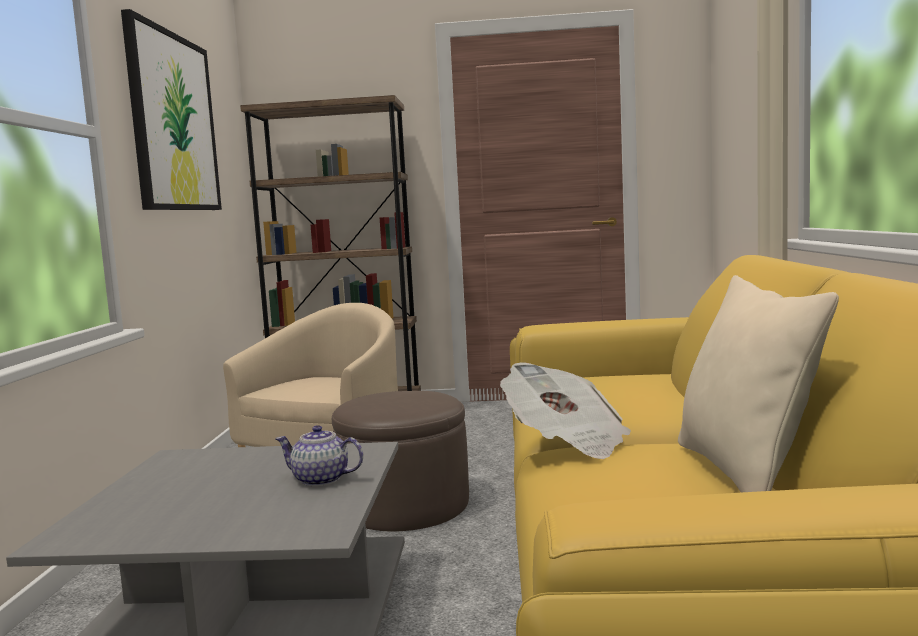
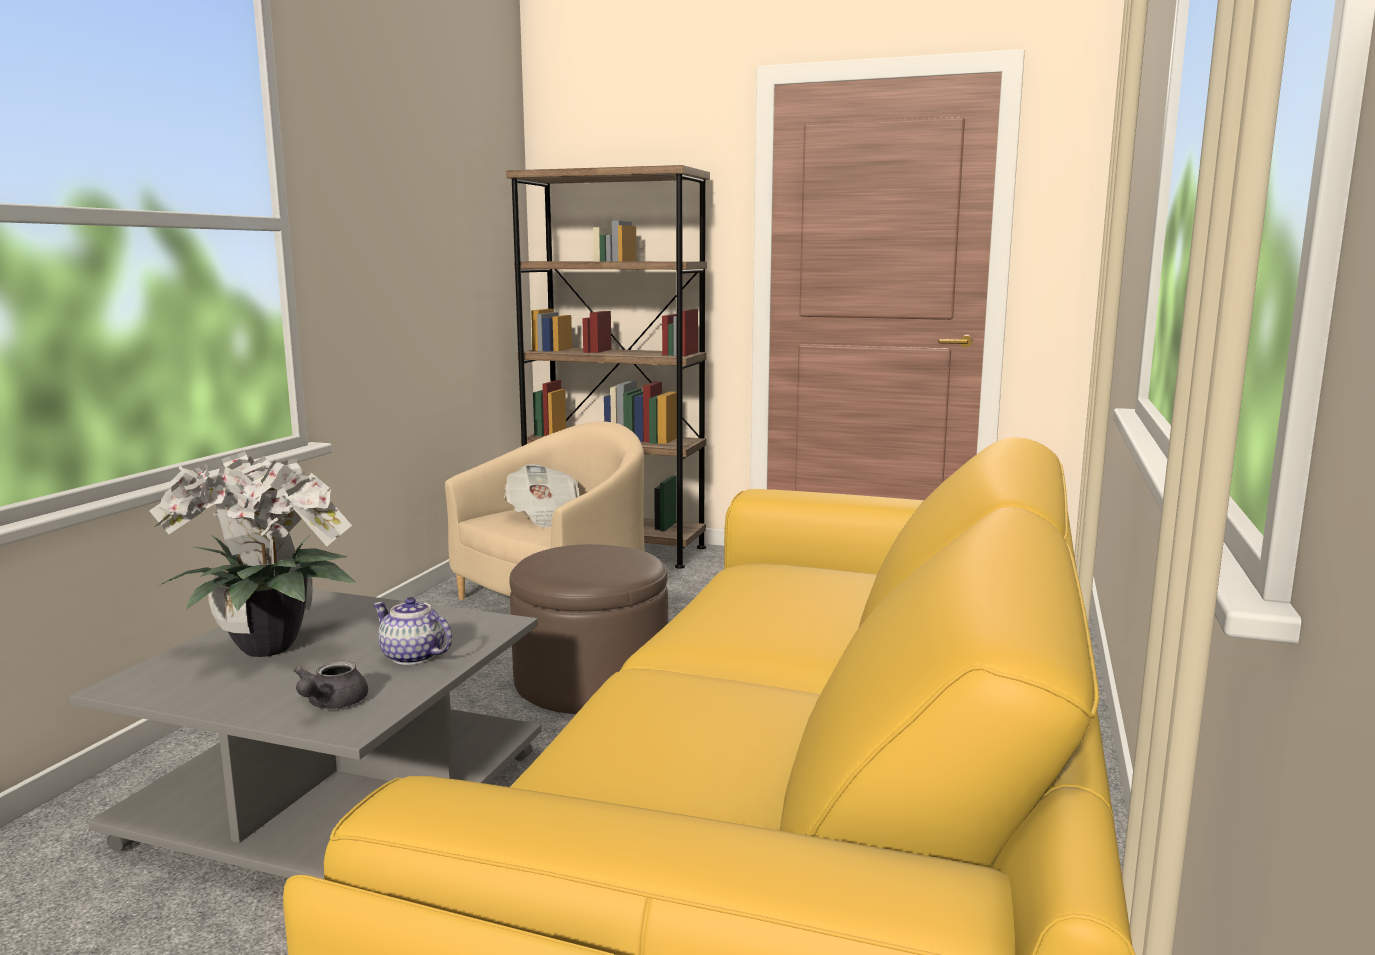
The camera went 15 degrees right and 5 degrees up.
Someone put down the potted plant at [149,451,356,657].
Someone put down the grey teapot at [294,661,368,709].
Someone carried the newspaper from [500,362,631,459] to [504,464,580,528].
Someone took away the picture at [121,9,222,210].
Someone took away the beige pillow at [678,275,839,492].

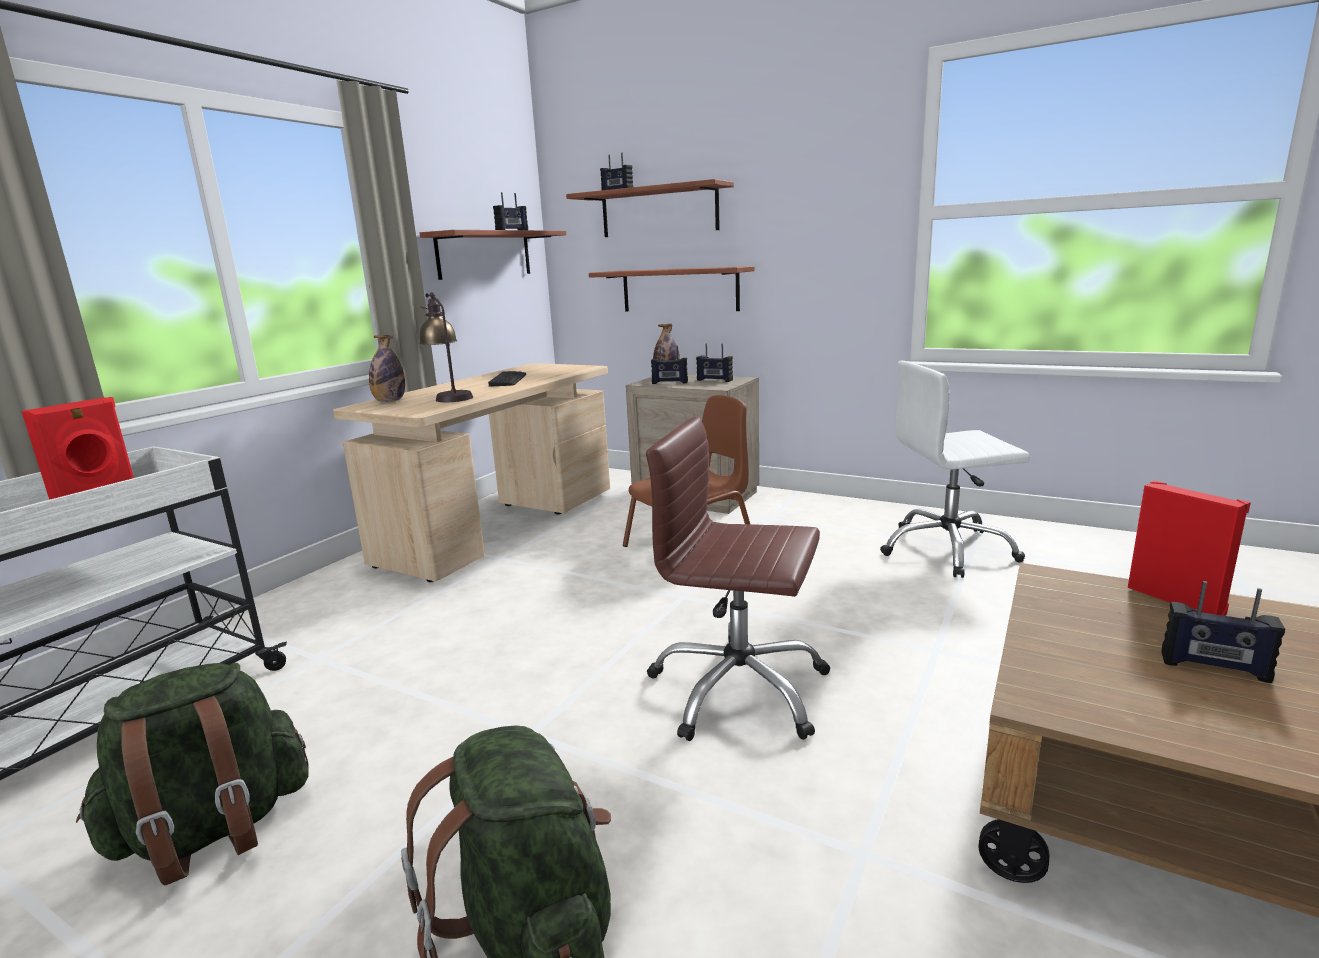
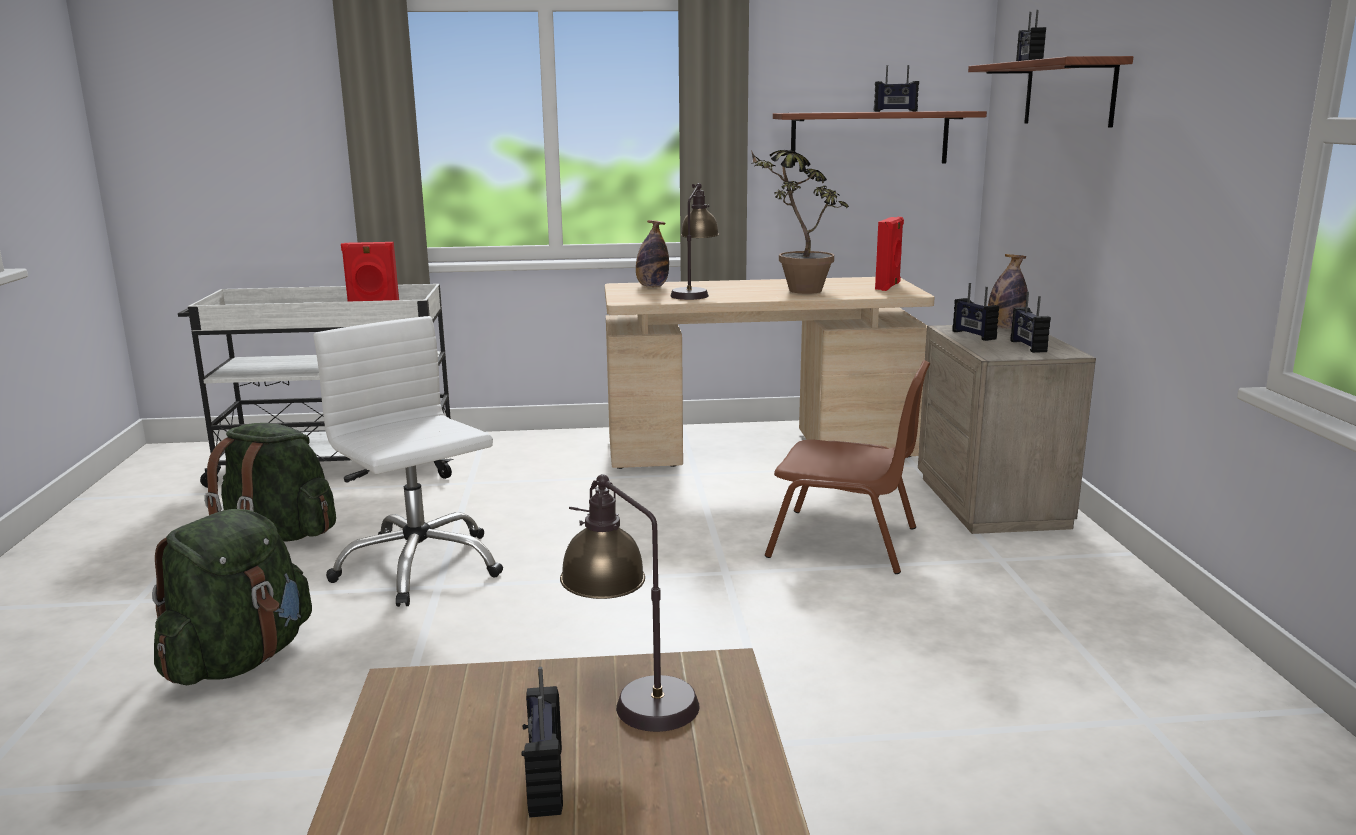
The camera went 55 degrees right and 0 degrees up.
Someone carried the white office chair from [880,361,1030,578] to [313,316,503,607].
Someone put down the table lamp at [560,474,699,732].
Someone swapped the keyboard at [488,371,526,387] for the potted plant at [751,150,849,294].
Someone carried the red speaker from [1128,481,1251,616] to [875,217,904,291].
Someone took away the shelf at [589,266,754,312].
Someone took away the brown office chair at [646,416,830,741].

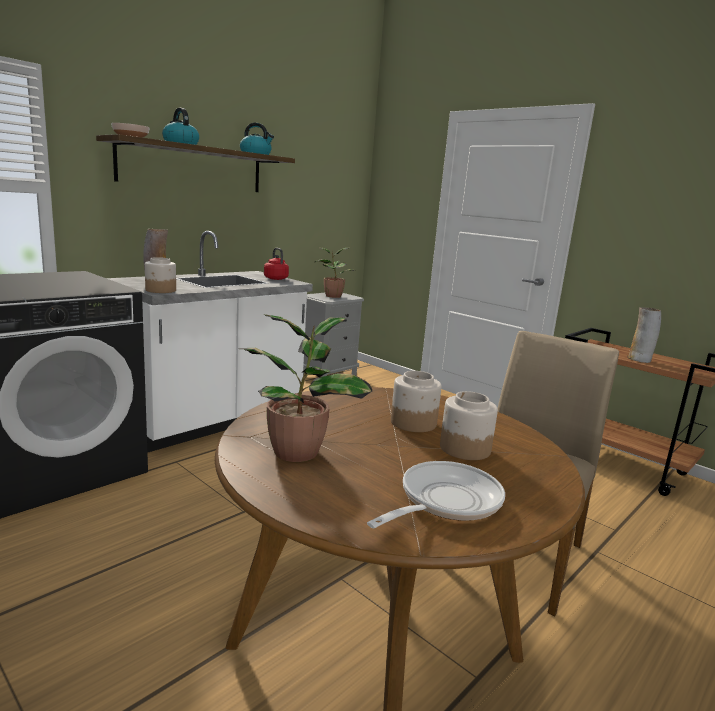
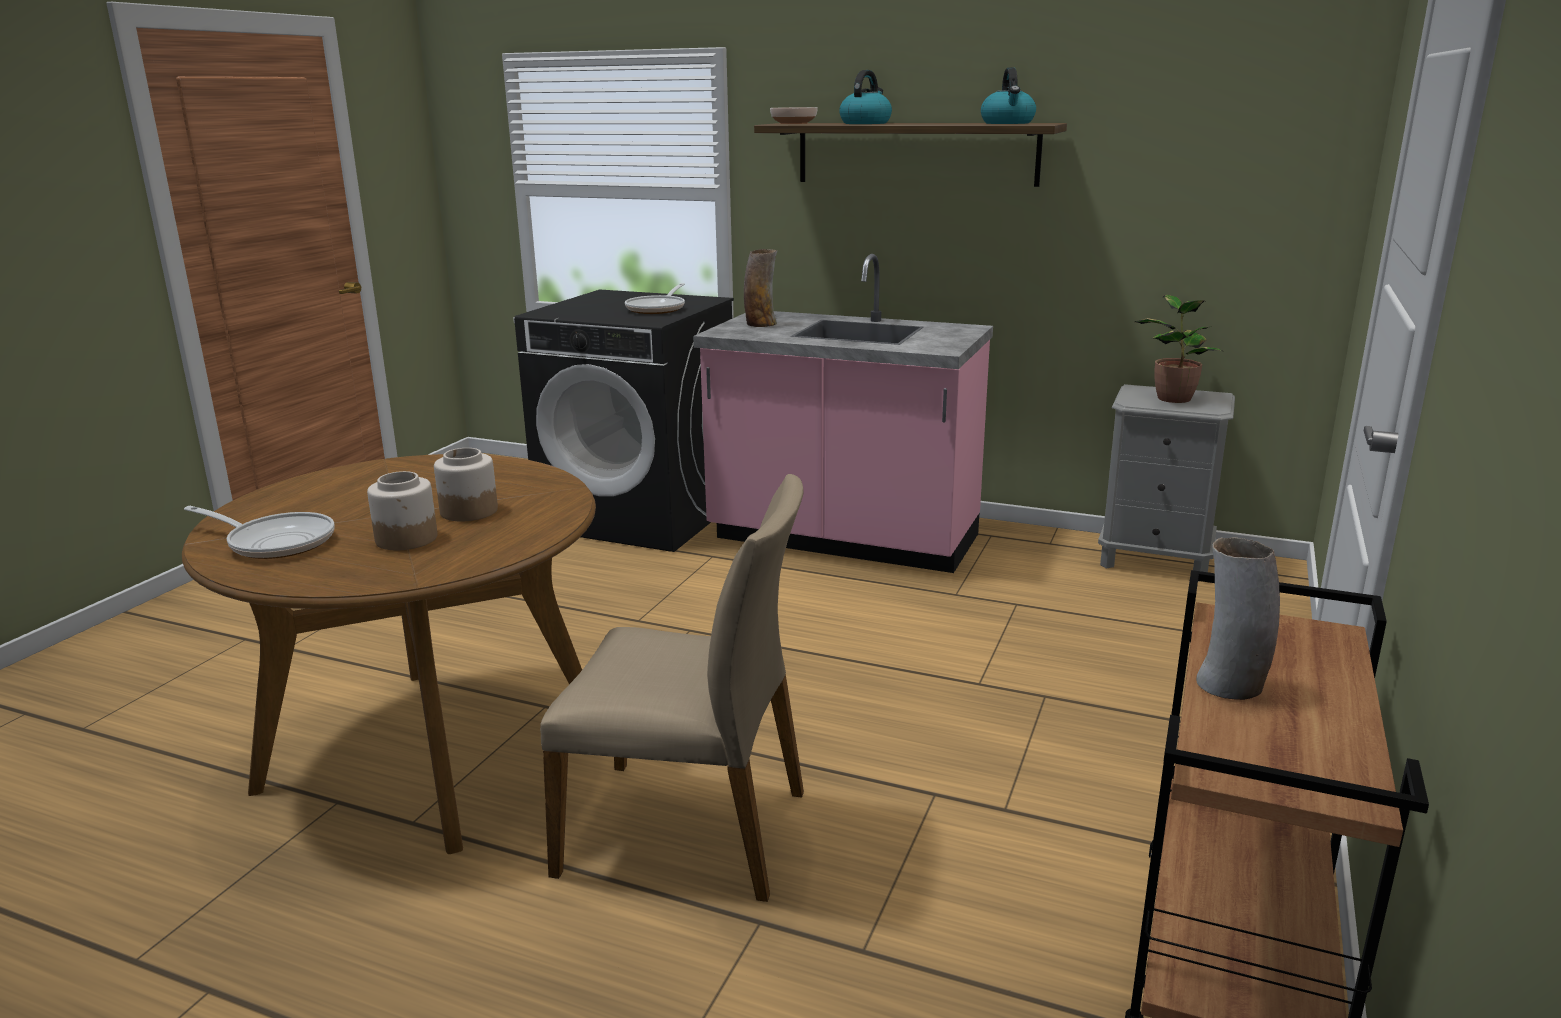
The camera went 70 degrees right and 5 degrees up.
Someone put down the frying pan at [625,283,685,314].
Someone repainted the white counter at [106,231,313,453], which became the pink counter at [693,254,993,573].
Someone took away the jar at [145,257,176,293].
Someone took away the potted plant at [239,314,372,462].
Someone took away the red kettle at [264,248,289,280].

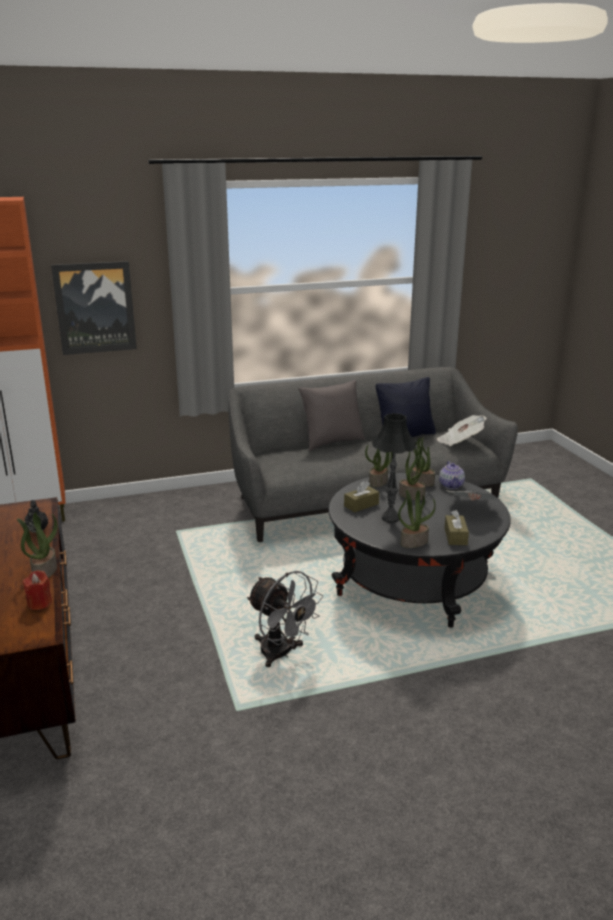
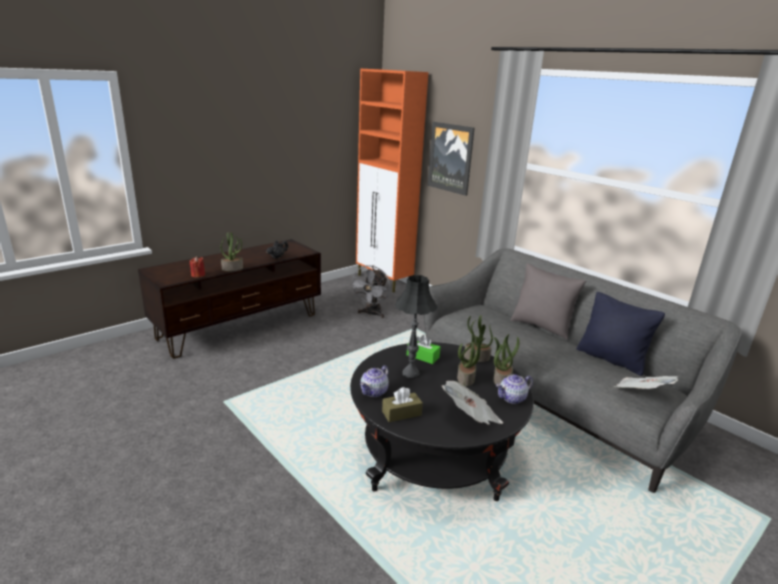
The camera went 65 degrees right and 0 degrees up.
Someone carried the grey fan from [247,571,323,667] to [349,265,391,318].
Someone swapped the potted plant at [398,490,436,548] for the teapot at [360,365,389,397].
Someone repainted the brown tissue box at [344,481,379,512], which became the green tissue box at [407,335,441,364].

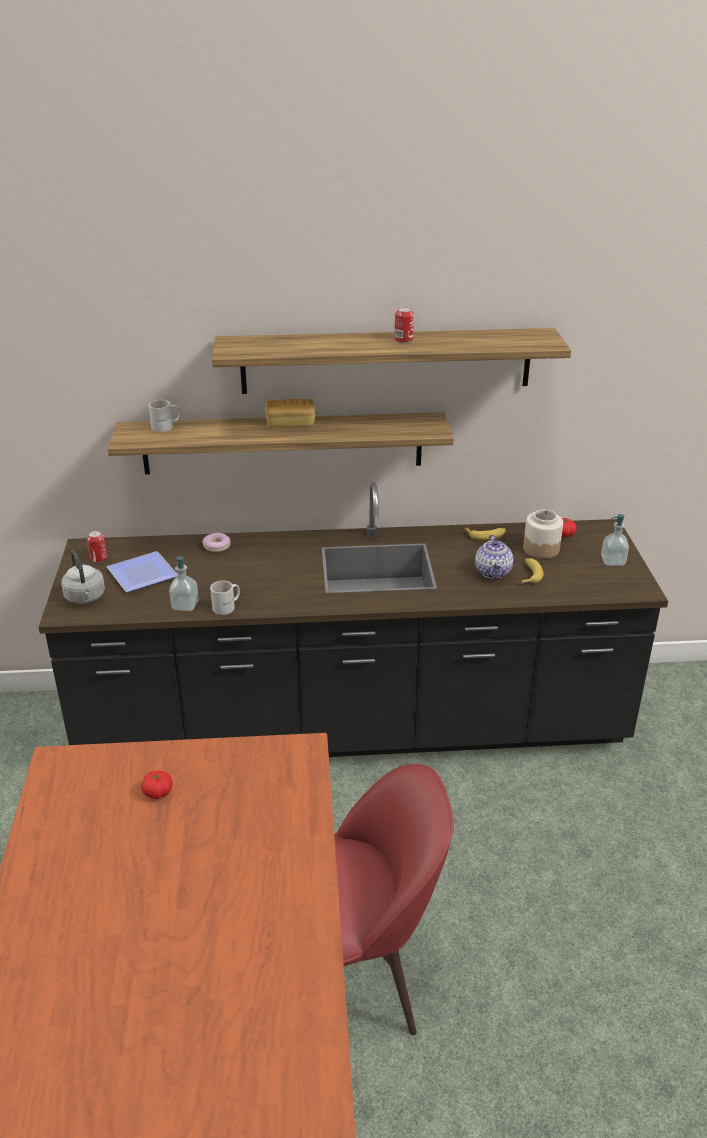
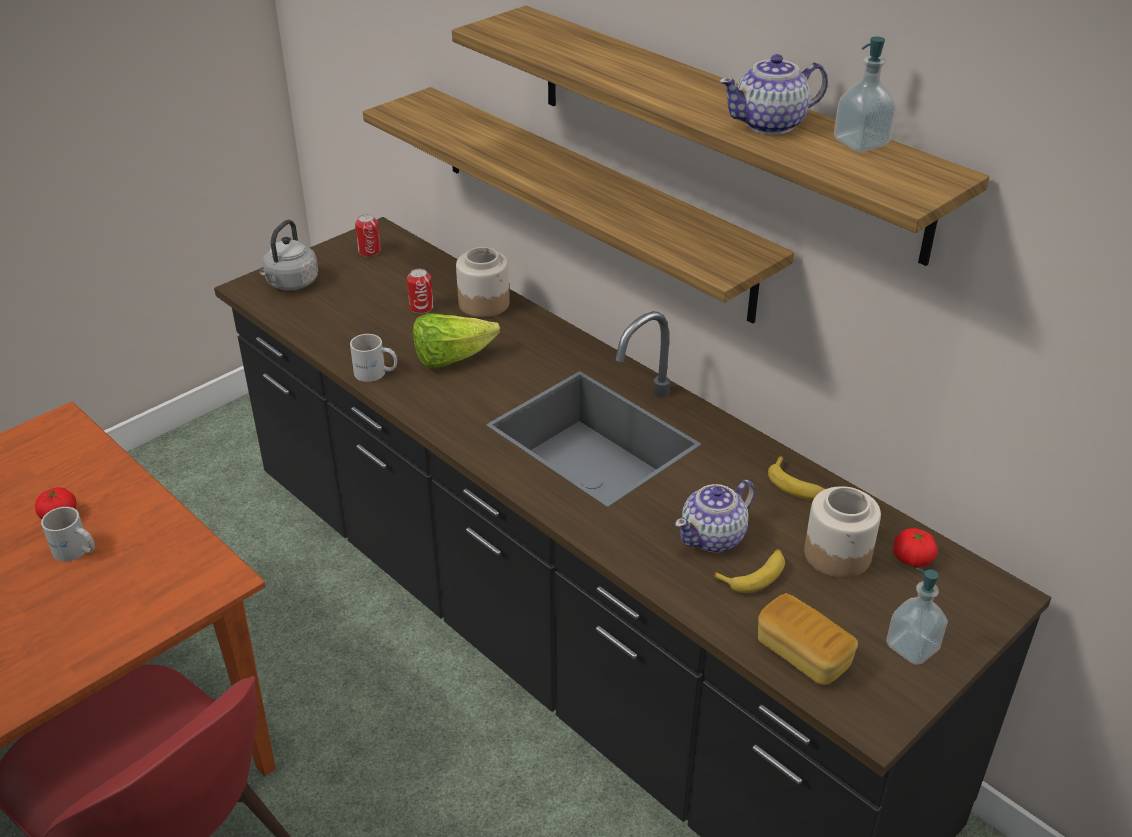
The camera went 50 degrees right and 5 degrees up.
Someone carried the white mug from [148,400,181,432] to [41,507,95,561].
Someone carried the can from [394,307,414,343] to [407,269,433,314].
Someone put down the lettuce at [413,313,500,368].
Someone swapped the donut at [202,533,230,552] for the jar at [456,247,510,317].
Someone put down the teapot at [719,54,828,135].
Someone carried the bread from [265,399,315,427] to [758,593,858,685].
Someone carried the soap dispenser from [169,556,199,611] to [834,37,896,152].
Someone took away the plate at [106,551,178,593].

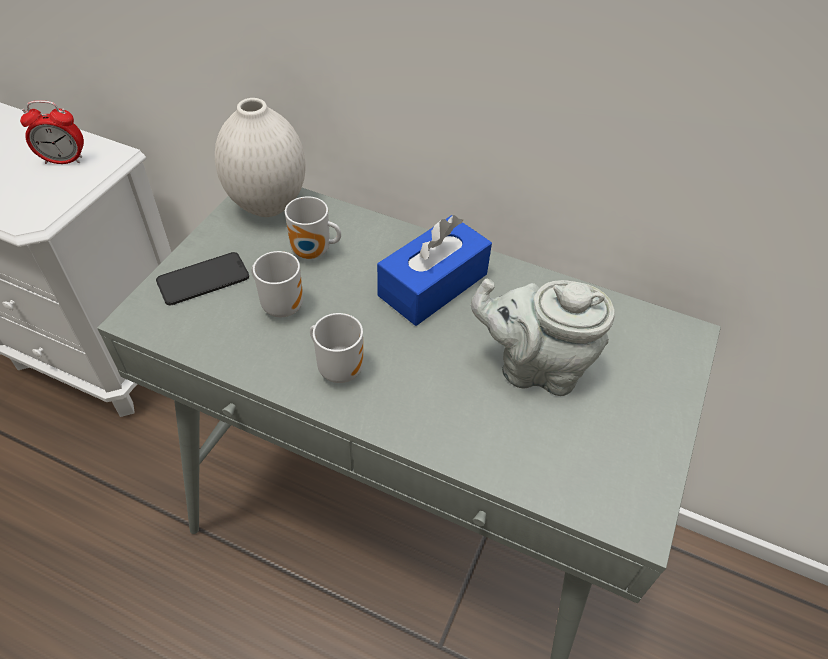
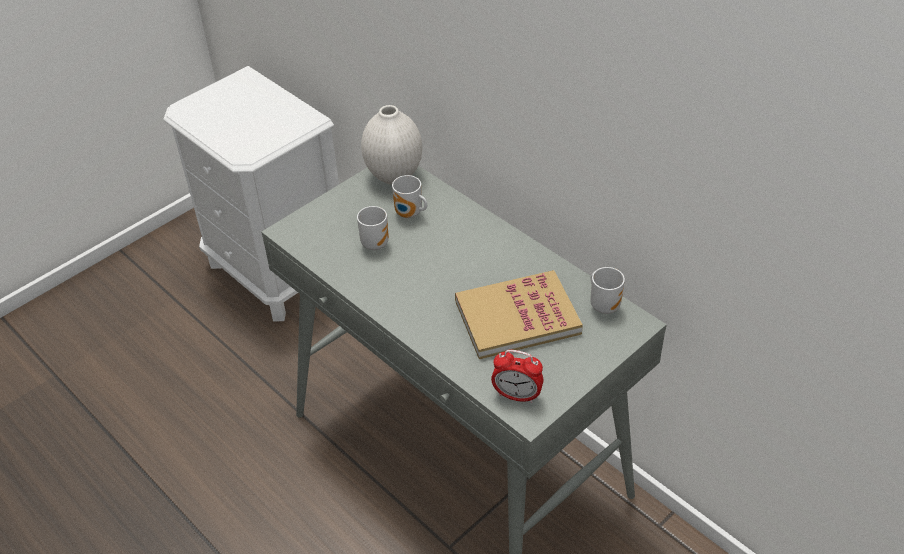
The camera went 25 degrees right and 5 degrees down.
Someone swapped the grey teapot at [471,279,615,396] for the book at [455,270,583,359].
Someone carried the alarm clock from [20,100,84,164] to [491,350,544,403].
Someone carried the mug from [310,313,363,383] to [590,267,625,314].
Someone took away the phone at [156,252,249,305].
Someone took away the blue tissue box at [377,215,492,326].

